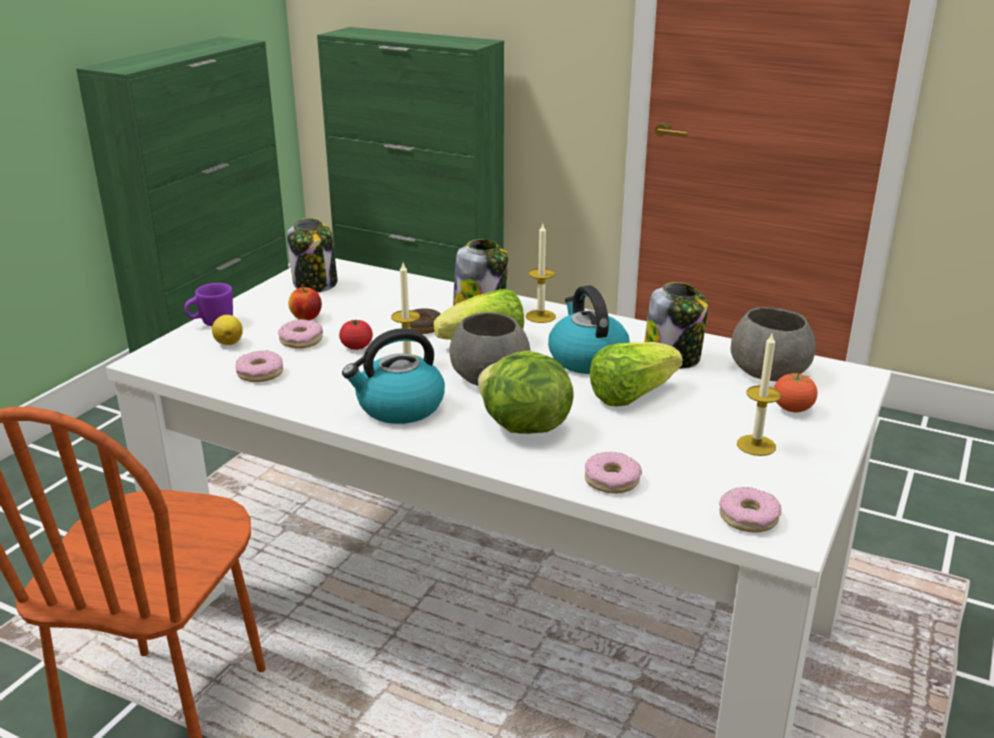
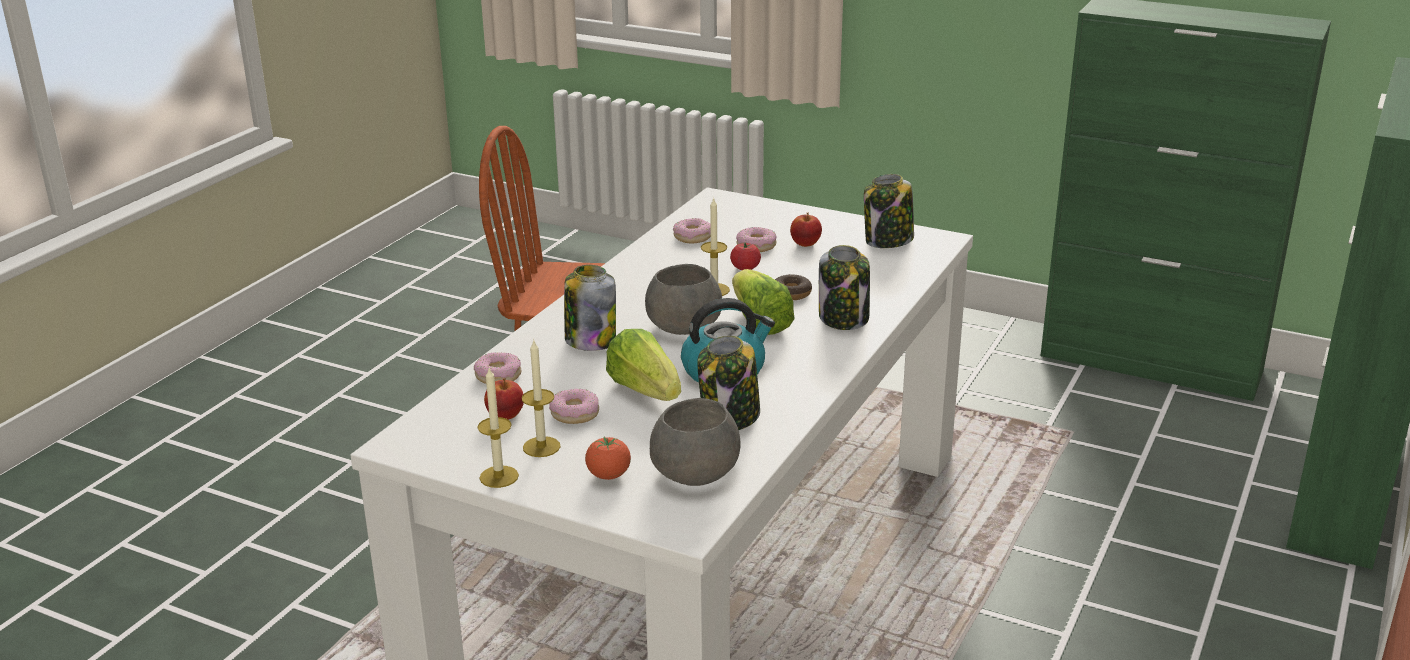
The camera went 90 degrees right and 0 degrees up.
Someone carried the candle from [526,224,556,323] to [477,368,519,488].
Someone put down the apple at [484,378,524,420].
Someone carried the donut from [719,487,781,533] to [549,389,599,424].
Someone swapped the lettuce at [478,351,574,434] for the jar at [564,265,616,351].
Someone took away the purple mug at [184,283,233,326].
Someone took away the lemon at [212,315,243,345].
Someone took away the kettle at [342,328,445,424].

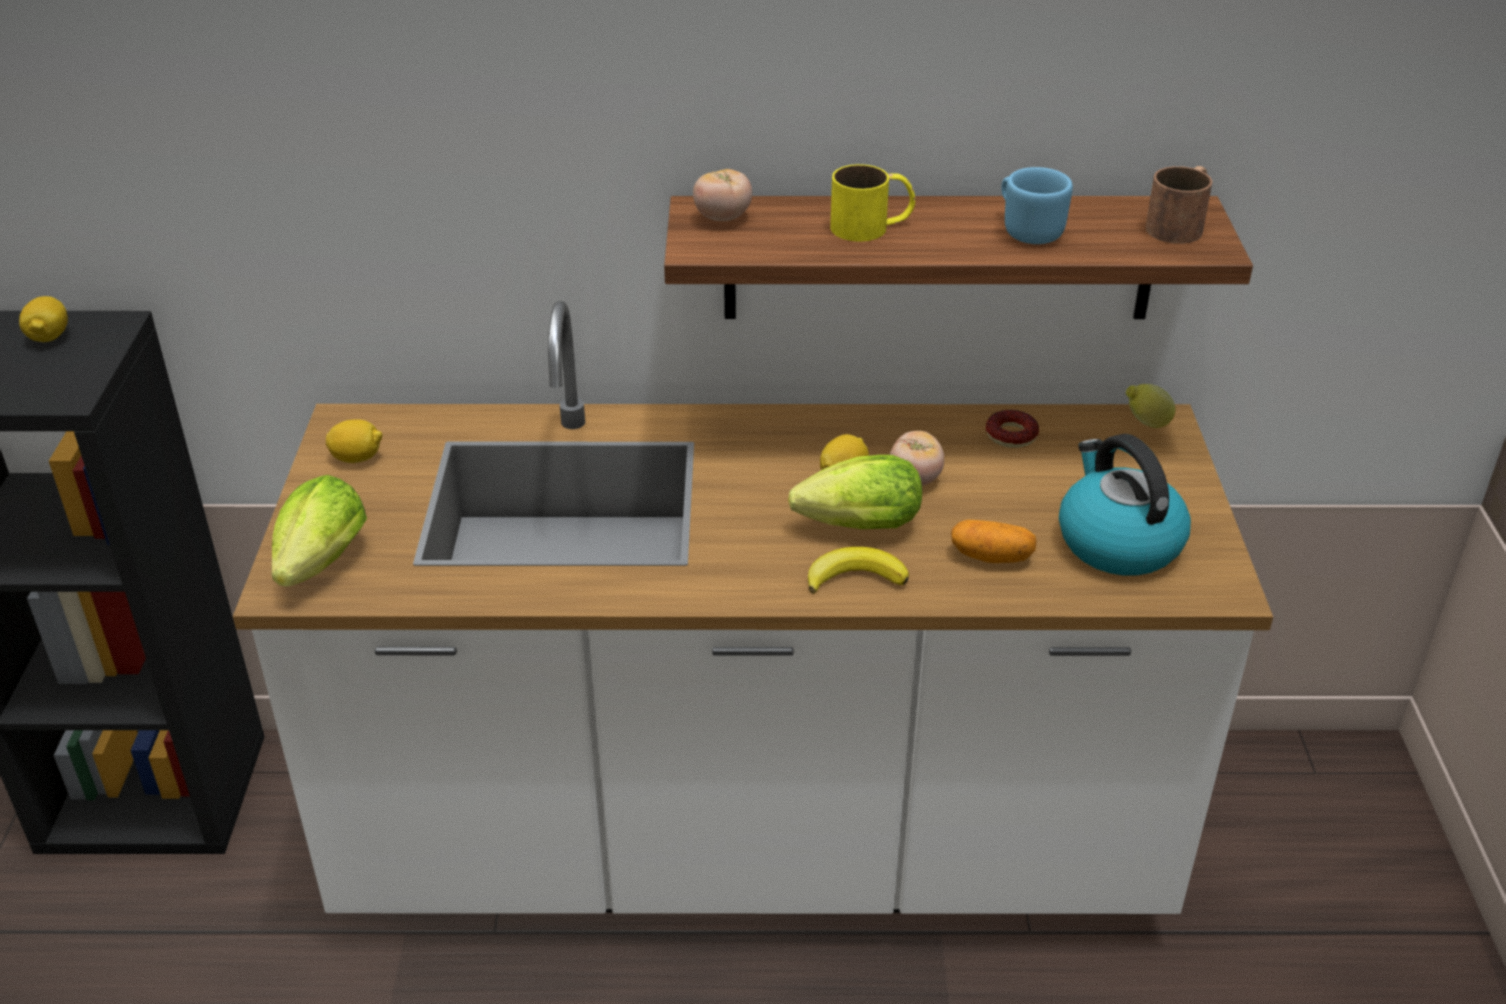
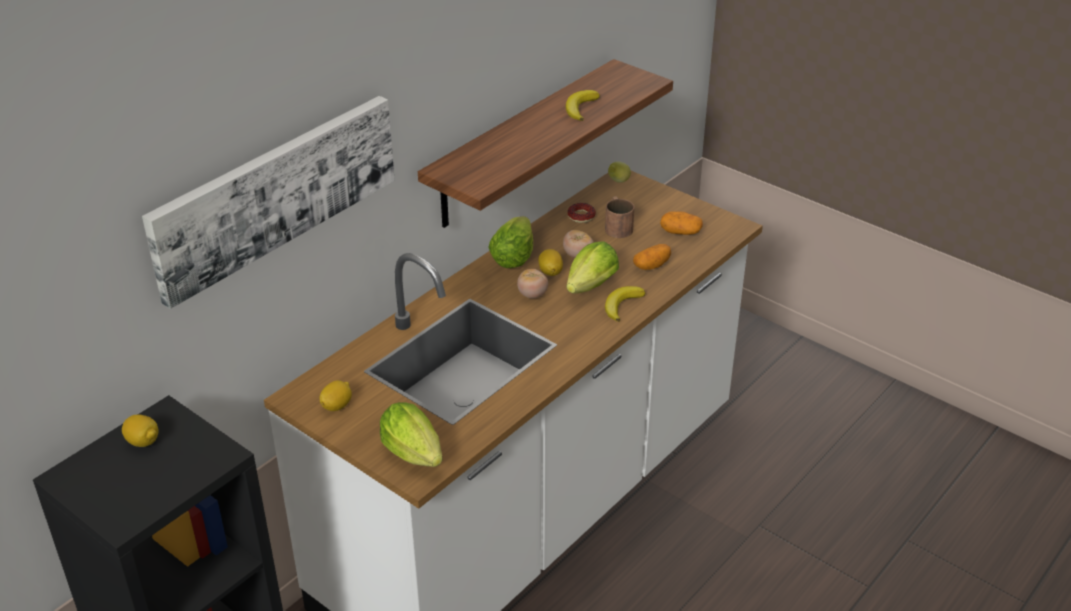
The camera went 50 degrees left and 0 degrees up.
Someone put up the picture at [142,96,395,309].
Someone put down the lettuce at [488,216,533,268].
Someone carried the tomato from [693,169,752,221] to [517,269,548,298].
Someone swapped the blue mug at [1001,167,1073,244] for the banana at [566,90,600,121].
Someone carried the brown mug from [1145,166,1213,244] to [605,196,635,238].
Someone swapped the kettle at [1059,434,1191,575] for the potato at [660,211,703,235].
Someone took away the yellow mug at [830,164,915,242].

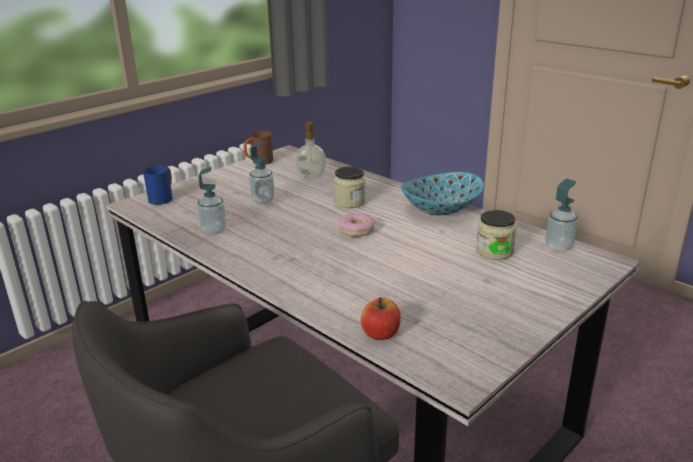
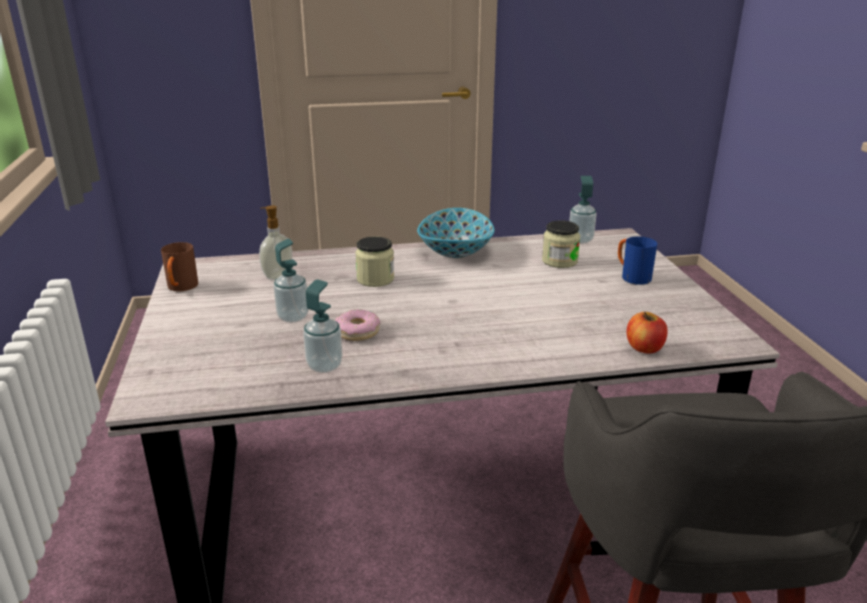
The camera went 55 degrees left and 0 degrees up.
Someone carried the donut from [339,213,375,237] to [335,309,380,341].
Someone carried the blue mug from [143,166,172,205] to [618,236,657,285].

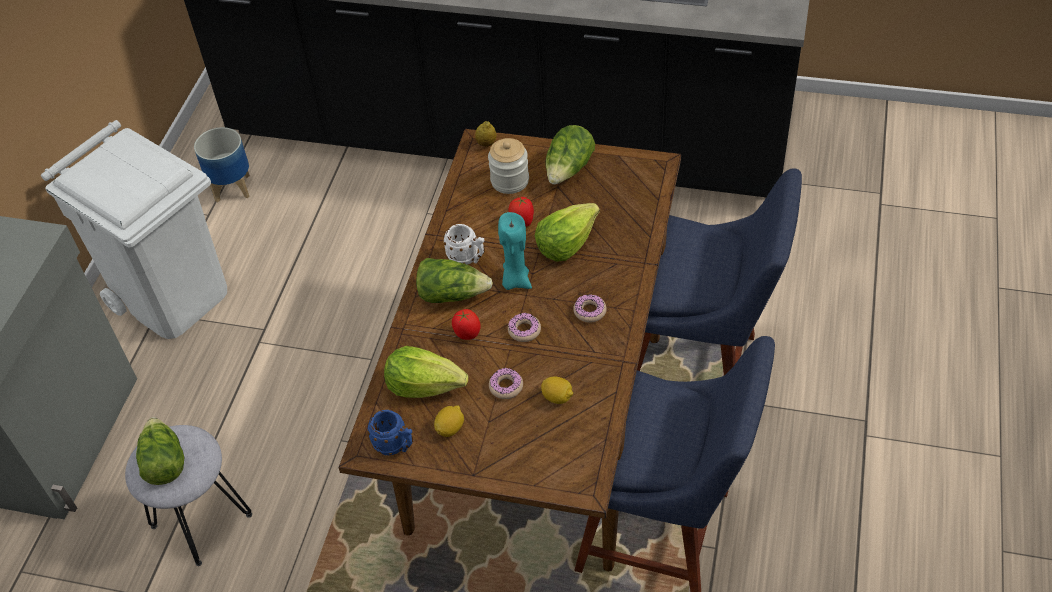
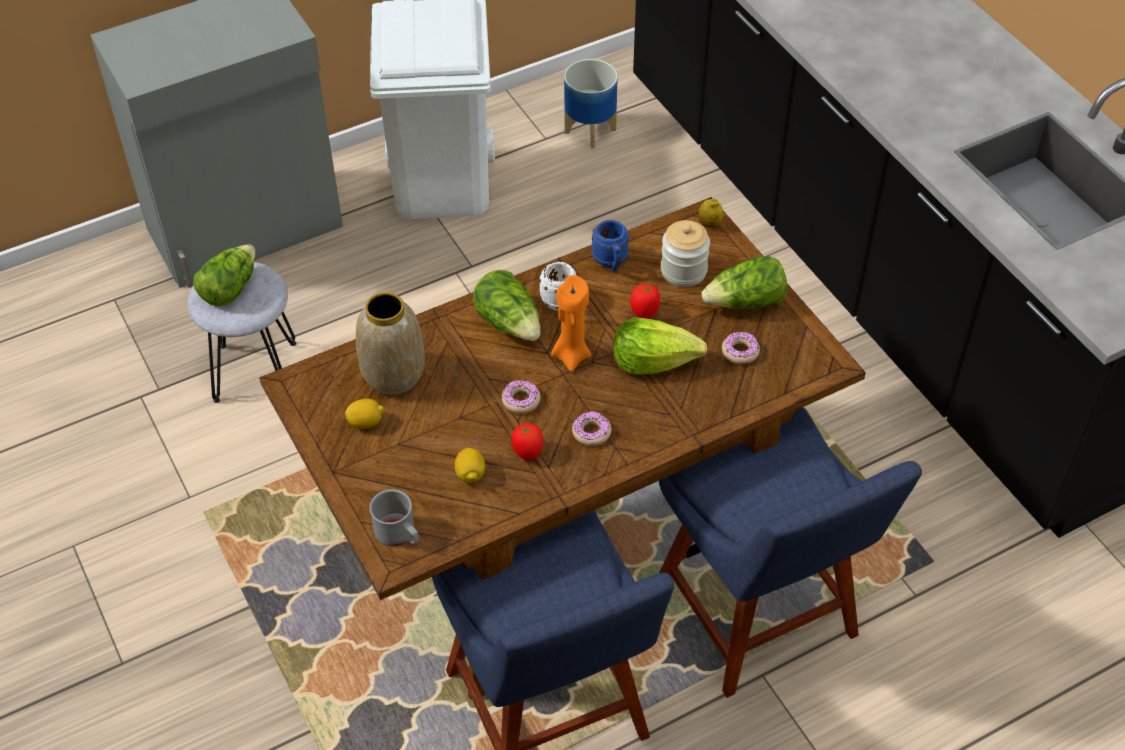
The camera went 45 degrees right and 0 degrees up.
Someone swapped the lettuce at [384,346,468,398] for the vase at [356,292,425,395].
Someone put down the grey mug at [369,489,419,546].
Someone carried the tomato from [452,309,481,340] to [512,423,544,461].
Someone repainted the turquoise candle at [498,212,532,290], which became the orange candle at [551,275,591,372].
Someone carried the blue mug from [367,410,413,455] to [592,220,629,272].
Someone carried the donut from [489,368,523,399] to [722,332,760,364].

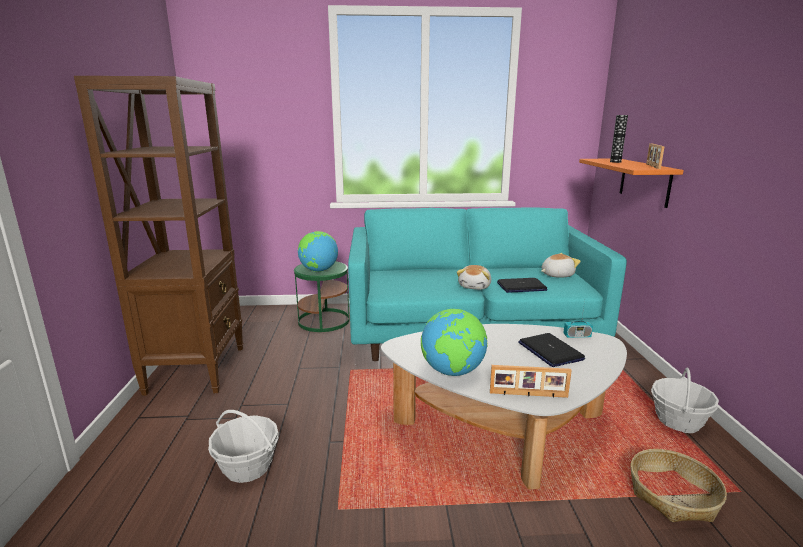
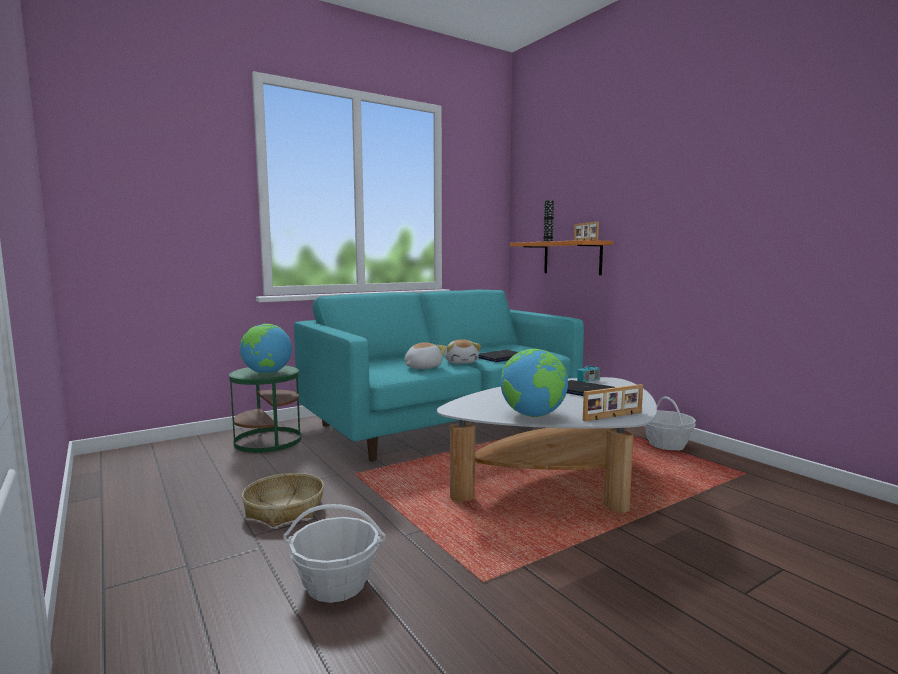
The camera went 30 degrees left and 10 degrees down.
Someone carried the basket from [630,449,727,522] to [242,473,324,527].
Someone carried the plush toy from [541,253,581,278] to [405,342,447,369].
Someone took away the brown bookcase at [74,76,243,396].

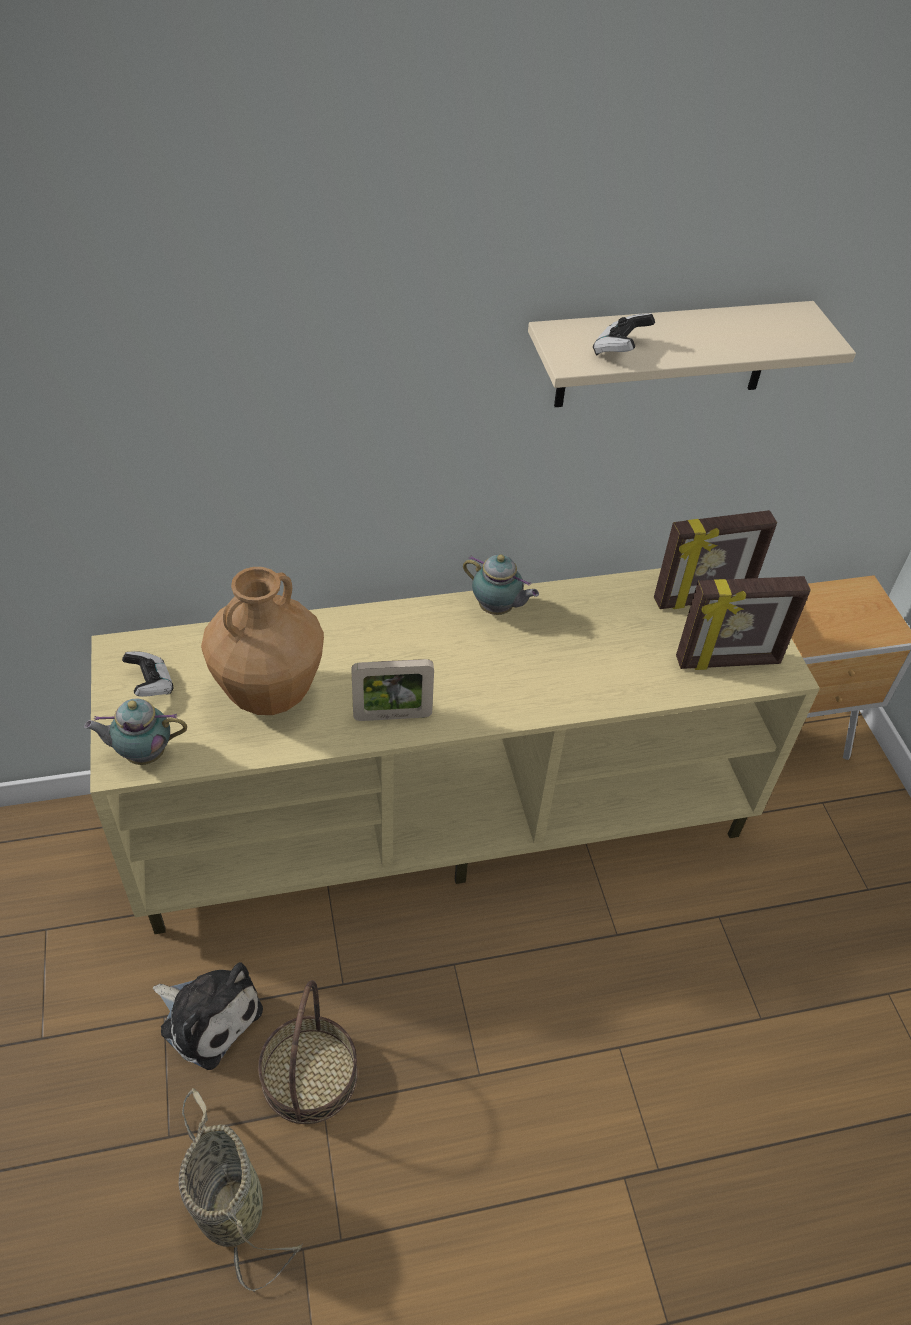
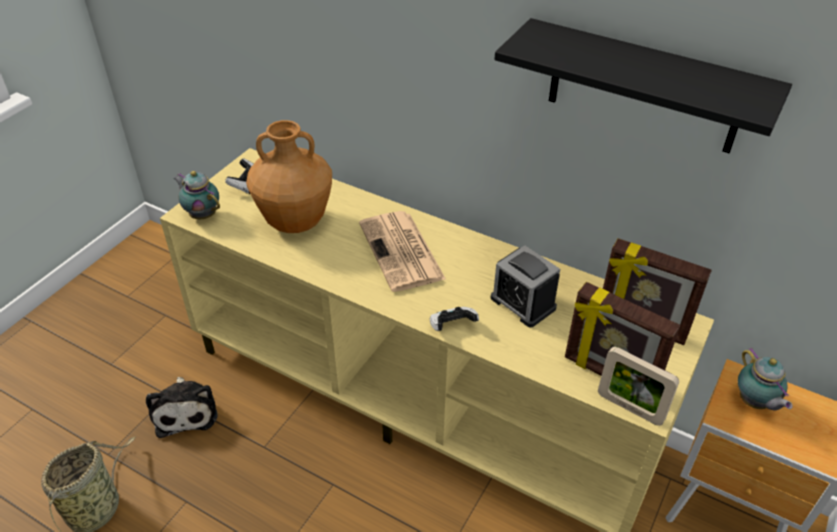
The camera went 45 degrees right and 5 degrees down.
Someone put down the newspaper at [359,211,446,292].
Someone carried the game controller from [593,313,655,355] to [430,307,479,331].
Someone put down the alarm clock at [491,245,560,328].
Someone repainted the beige shelf at [528,301,856,407], which became the black shelf at [494,18,792,153].
Someone carried the picture frame from [351,659,434,721] to [598,347,679,426].
Someone carried the teapot from [463,554,539,615] to [738,348,793,411].
Someone took away the basket at [258,980,358,1124].

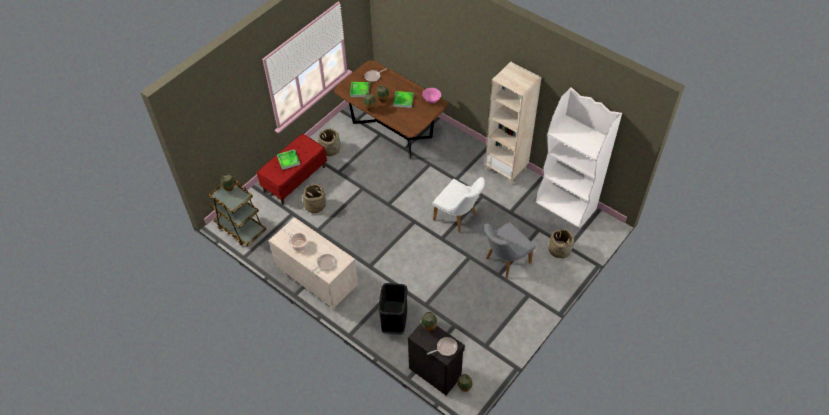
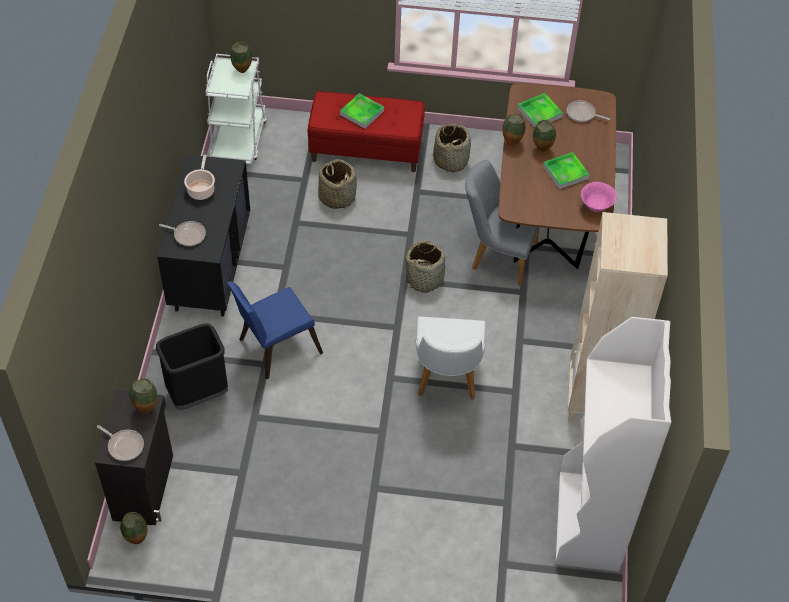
The camera went 55 degrees right and 0 degrees up.
Someone repainted the beige dresser at [269,217,358,310], which became the black dresser at [157,155,250,316].
Someone repainted the brown cart at [208,180,266,246], which became the white cart at [205,54,267,164].
Someone put down the blue chair at [228,282,323,380].
Someone carried the basket from [548,228,574,259] to [405,240,448,293].
Someone carried the grey chair from [485,222,536,278] to [465,160,540,286].

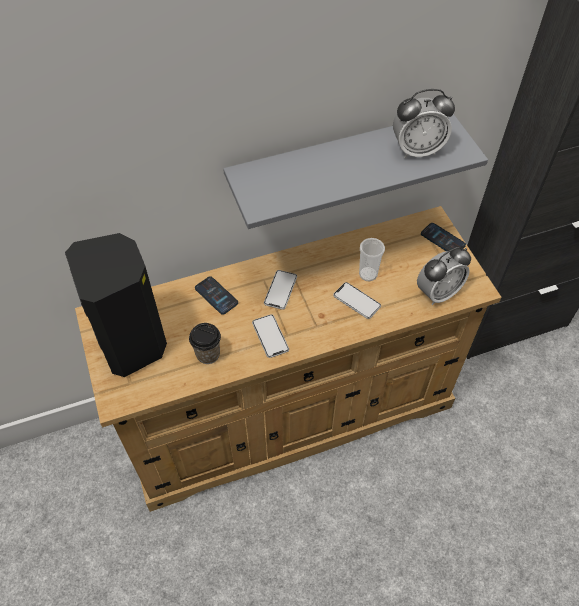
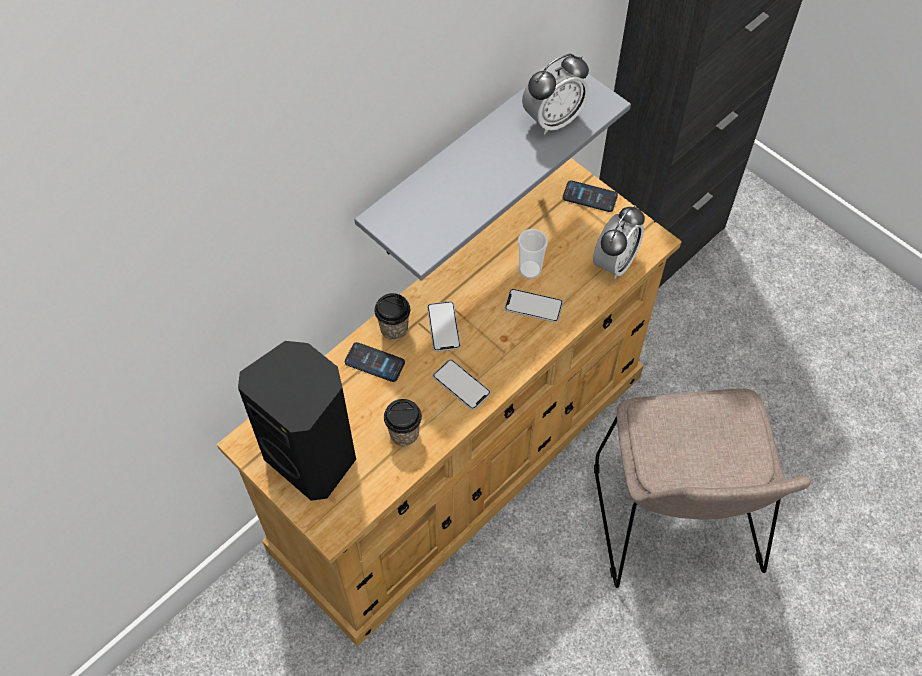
The camera went 25 degrees left and 5 degrees up.
Someone put down the cup at [374,293,410,340].
Someone put down the beige chair at [594,388,811,588].

